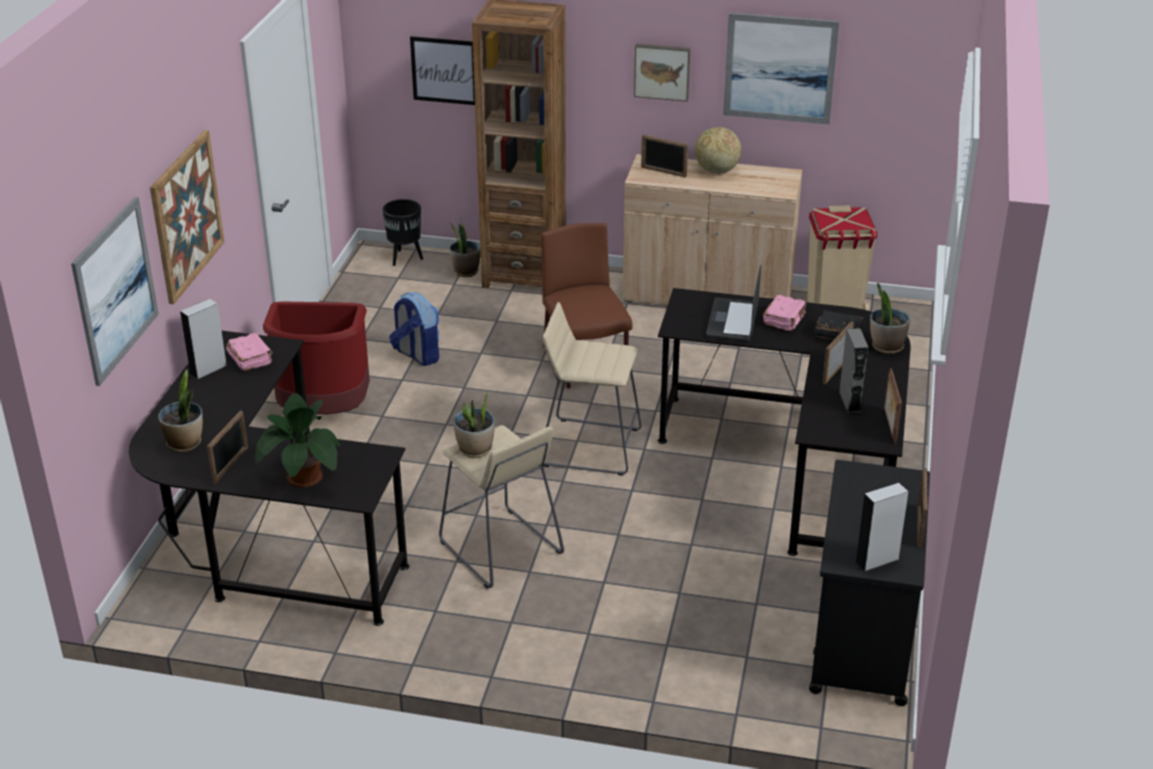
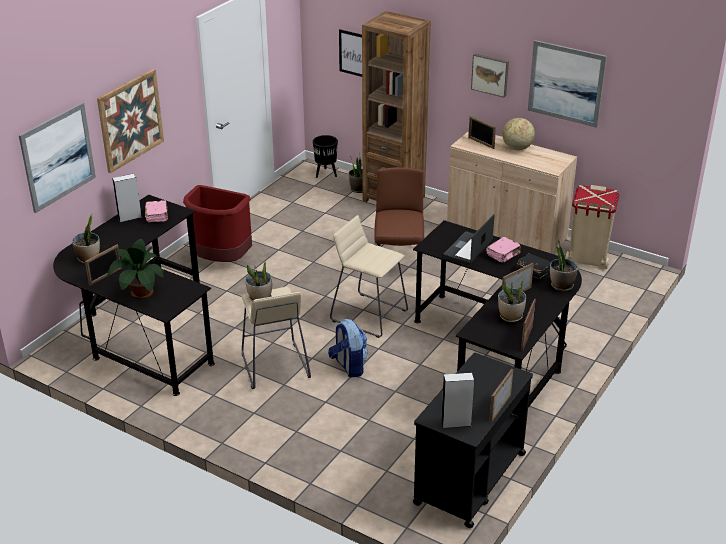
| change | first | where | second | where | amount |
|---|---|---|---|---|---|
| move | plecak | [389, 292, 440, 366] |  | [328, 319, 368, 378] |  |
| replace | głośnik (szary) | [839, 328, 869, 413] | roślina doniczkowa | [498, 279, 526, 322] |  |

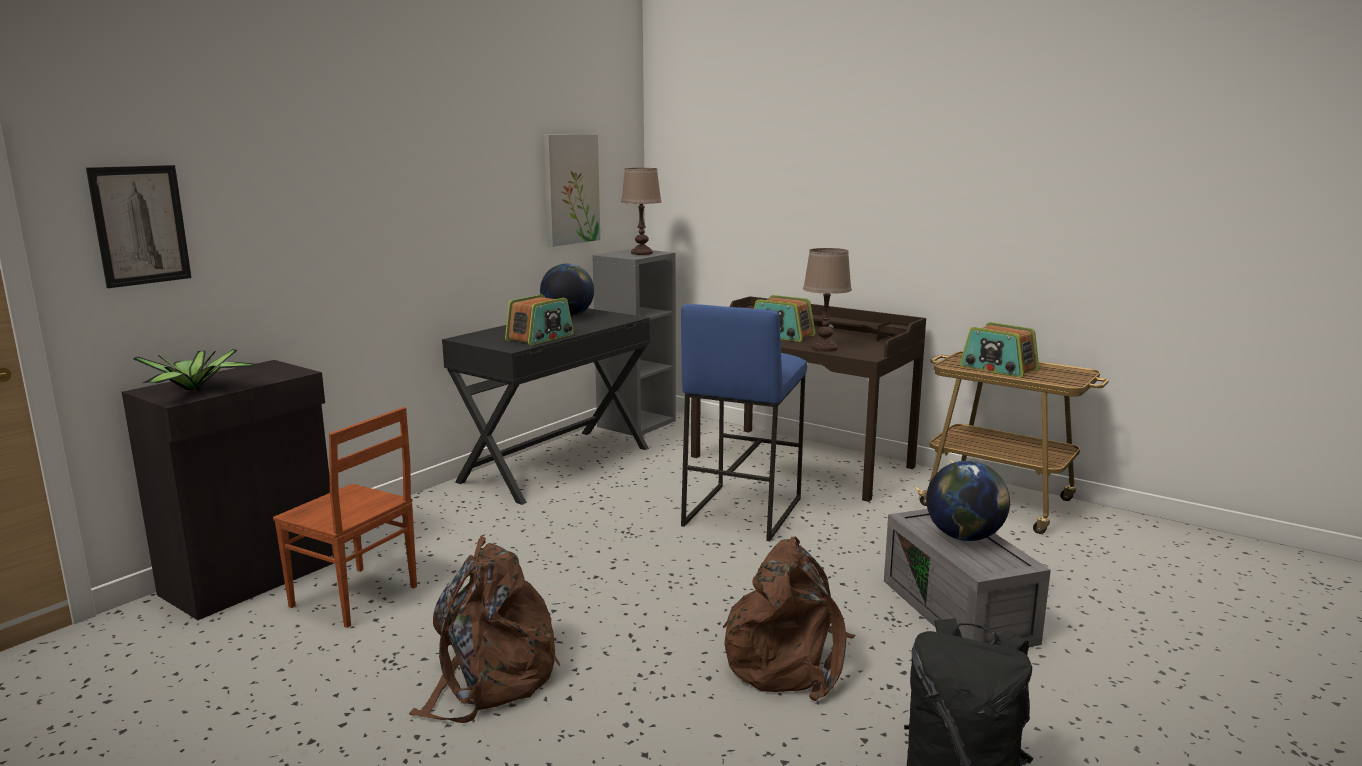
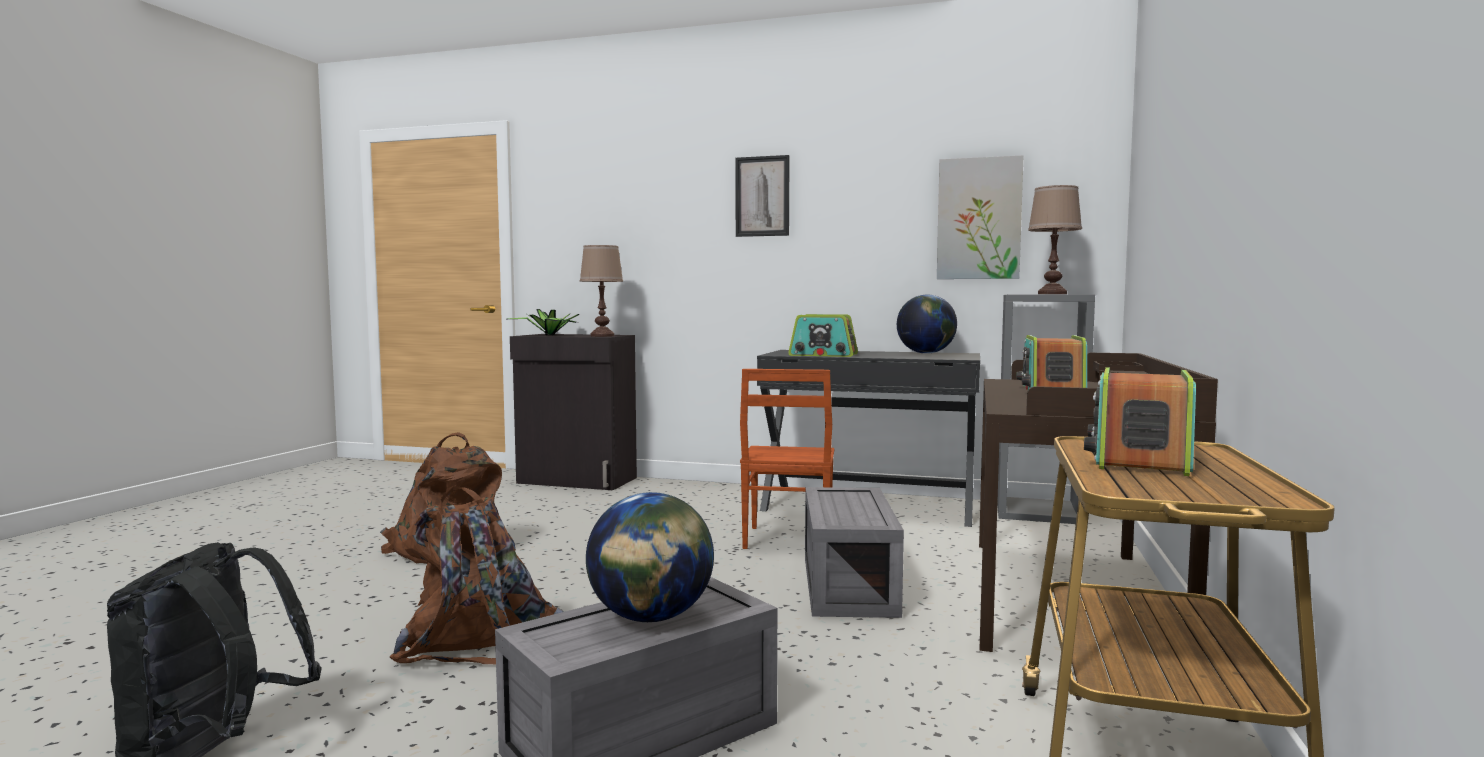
| change | first | where | second | where | amount |
|---|---|---|---|---|---|
| move | lampa stołowa (brązowy) | [803, 248, 852, 352] |  | [580, 245, 623, 337] |  |
| move | obraz | [86, 165, 192, 288] |  | [736, 155, 790, 237] |  |
| move | krzesło (brązowy) | [273, 407, 417, 628] |  | [740, 369, 834, 549] |  |
| replace | stołek (niebieski) | [681, 304, 807, 541] | pojemnik do przechowywania (szary) | [805, 487, 904, 618] |  |

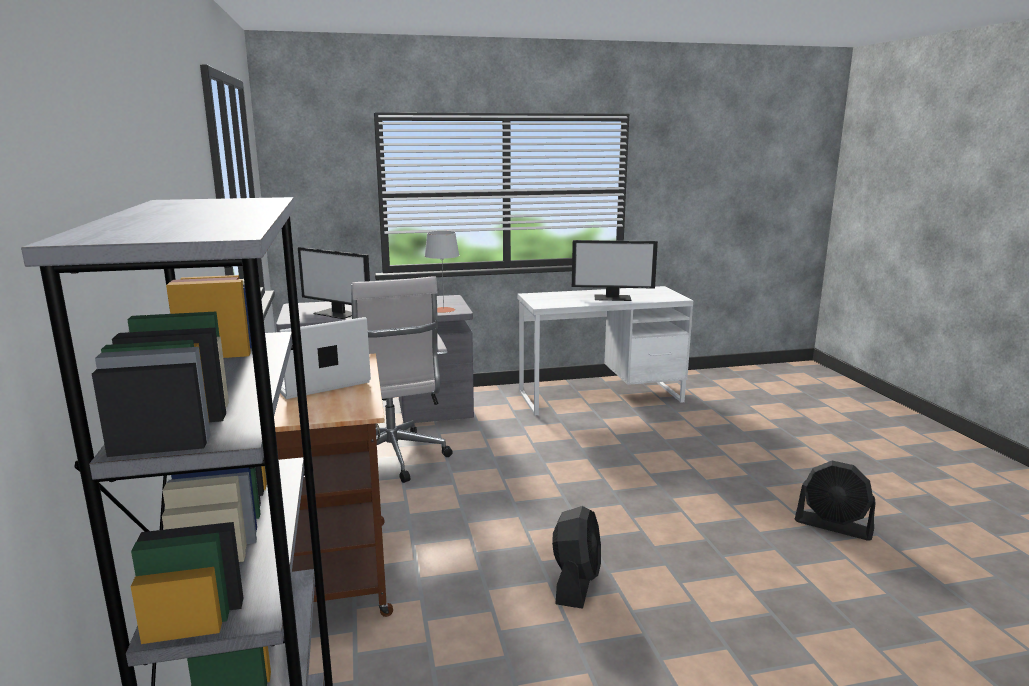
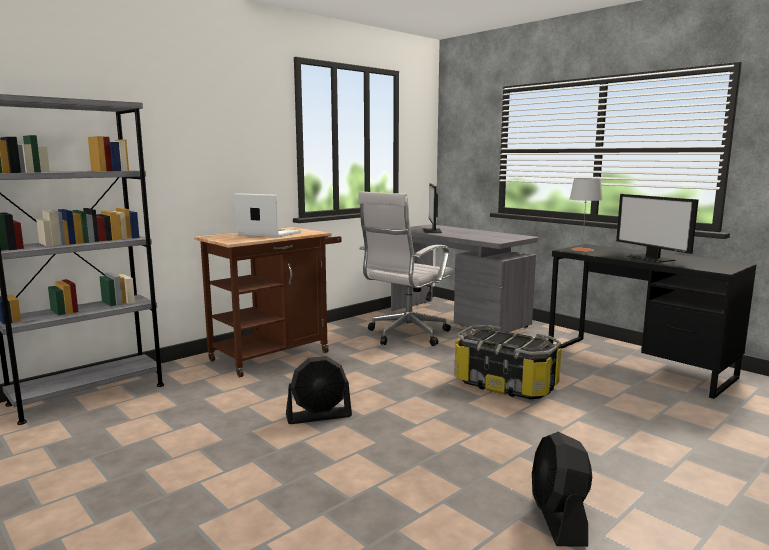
| change | first | where | second | where | amount |
|---|---|---|---|---|---|
| insert |  |  | pojemnik do przechowywania | [455, 325, 562, 399] |  |
| recolor | biurko (biały) | [518, 286, 693, 415] | biurko (czarny) | [548, 244, 757, 399] |  |
| move | lampa stołowa (szary) | [425, 231, 459, 313] |  | [570, 178, 602, 252] |  |

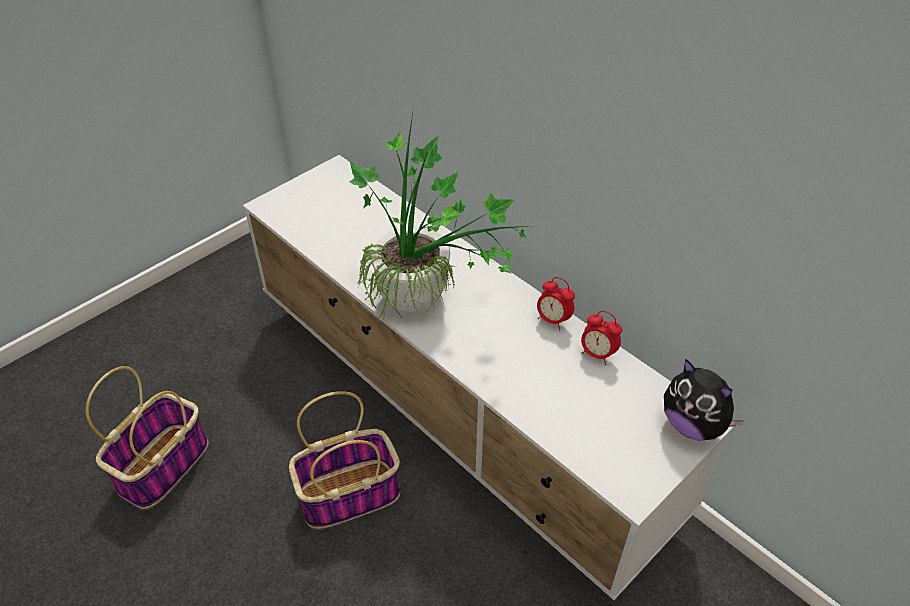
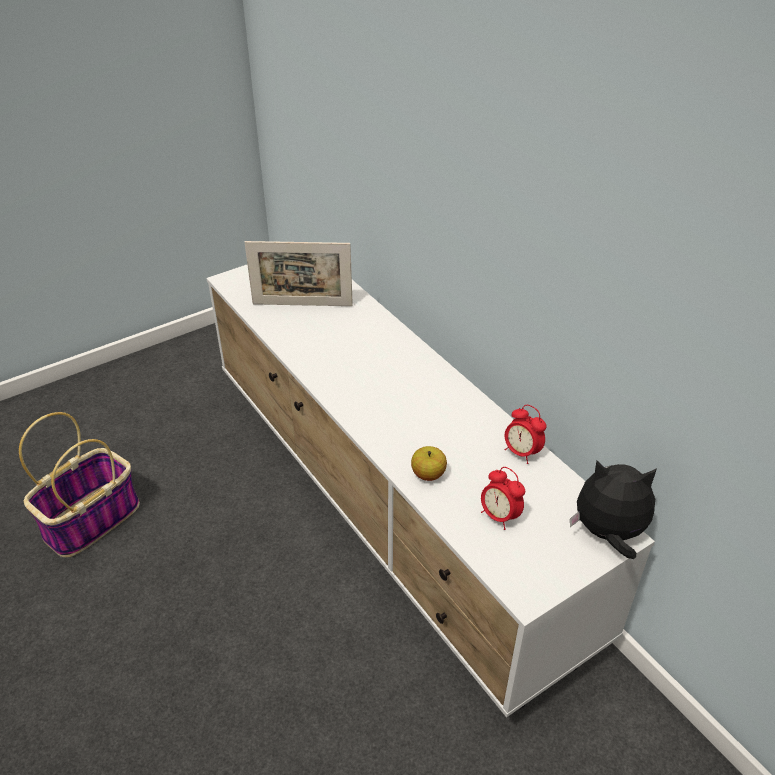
| change | first | where | second | where | amount |
|---|---|---|---|---|---|
| insert |  |  | ramka na zdjęcie | [244, 241, 353, 306] |  |
| insert |  |  | jabłko | [411, 446, 447, 481] |  |
| move | budzik | [537, 277, 575, 330] |  | [481, 467, 525, 530] |  |
| rotate | pluszak | [664, 359, 744, 441] |  | [570, 461, 657, 559] | 135 degrees clockwise |
| delete | koszyk | [289, 391, 400, 529] |  |  |  |
| delete | roślina doniczkowa | [349, 107, 529, 319] |  |  |  |

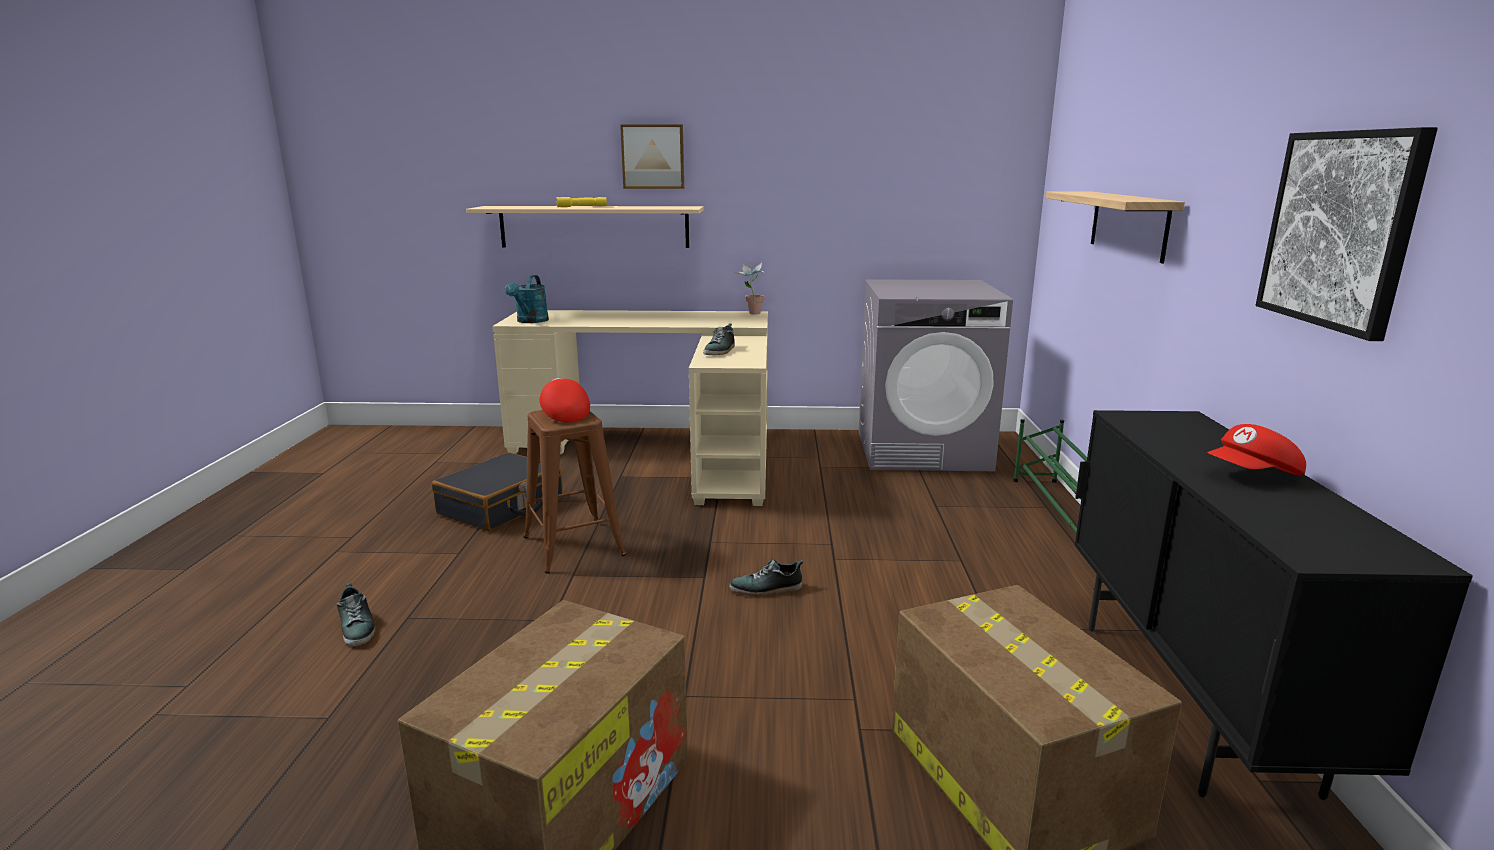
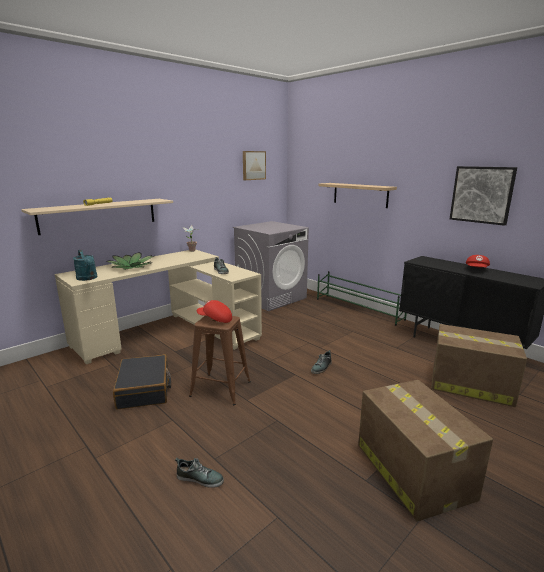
| change | first | where | second | where | amount |
|---|---|---|---|---|---|
| insert |  |  | roślina doniczkowa | [107, 252, 154, 270] |  |
| move | obraz | [620, 124, 684, 189] |  | [243, 151, 266, 180] |  |

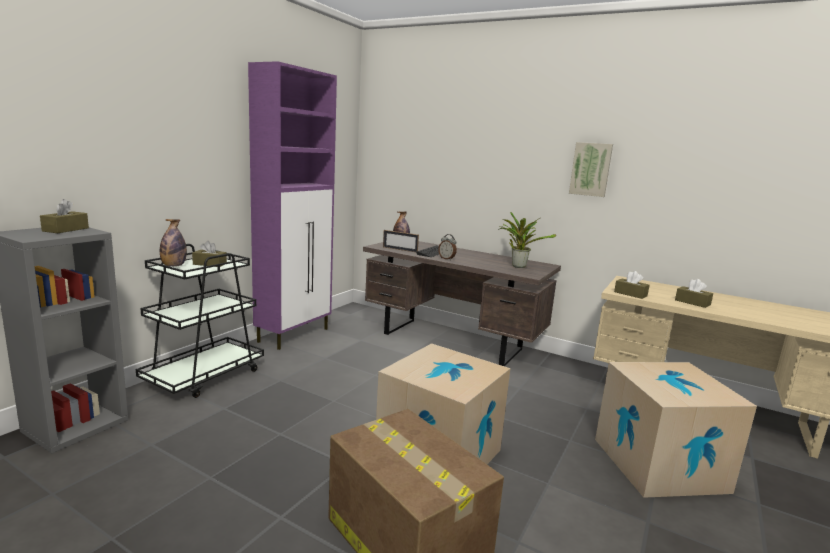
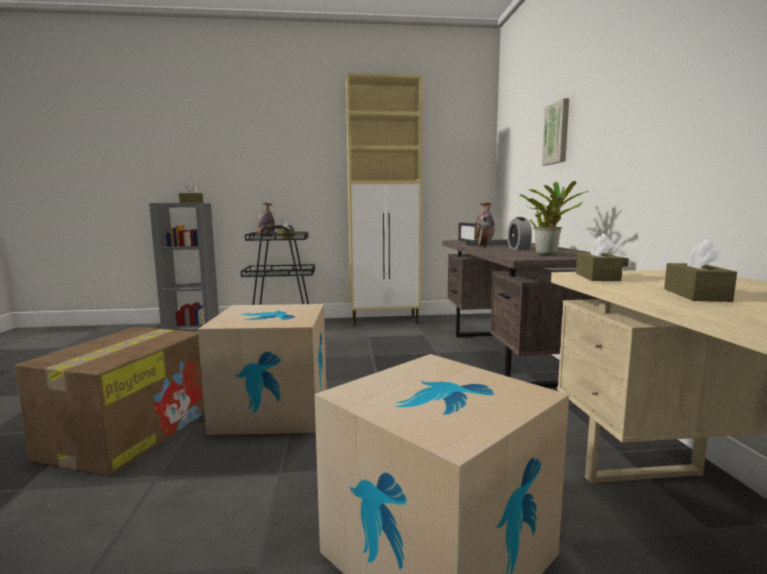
| change | first | where | second | where | amount |
|---|---|---|---|---|---|
| recolor | szafka (fioletowy) | [248, 61, 337, 350] | szafka (beżowy) | [346, 73, 423, 325] |  |
| insert |  |  | budzik | [508, 217, 532, 250] |  |
| move | obraz | [569, 142, 613, 197] |  | [542, 98, 569, 165] |  |

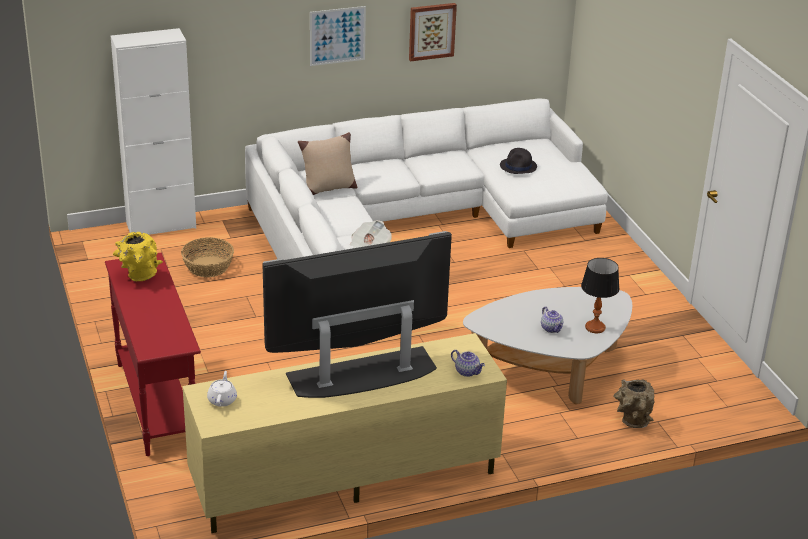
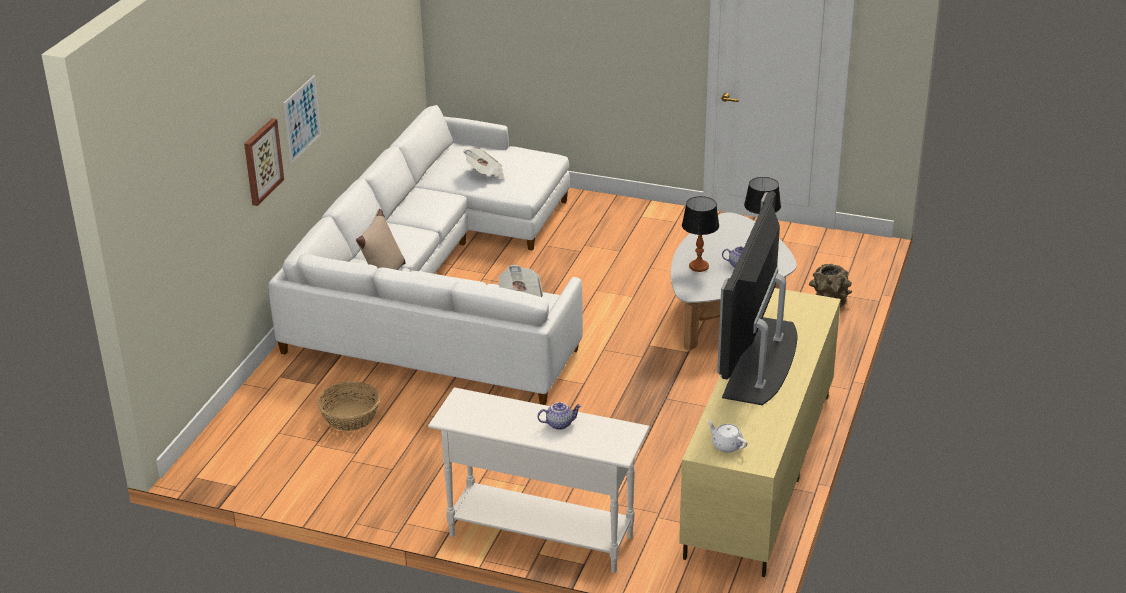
| change | first | where | second | where | amount |
|---|---|---|---|---|---|
| move | obraz | [409, 3, 457, 61] |  | [244, 118, 284, 206] |  |
| recolor | stolik konsolowy (czerwony) | [105, 253, 201, 456] | stolik konsolowy (biały) | [428, 387, 650, 573] |  |
| replace | kapelusz (czarny) | [500, 148, 537, 174] | gazeta | [463, 148, 504, 178] |  |
| move | imbryk | [451, 350, 485, 377] |  | [537, 402, 581, 430] |  |
| insert |  |  | lampa stołowa | [682, 196, 719, 272] |  |
| delete | szafka (biały) | [111, 28, 196, 235] |  |  |  |
| delete | wazon (żółty) | [113, 232, 163, 281] |  |  |  |

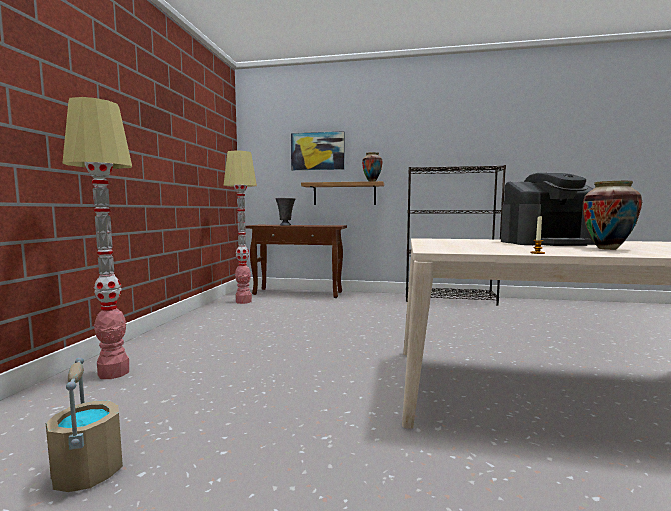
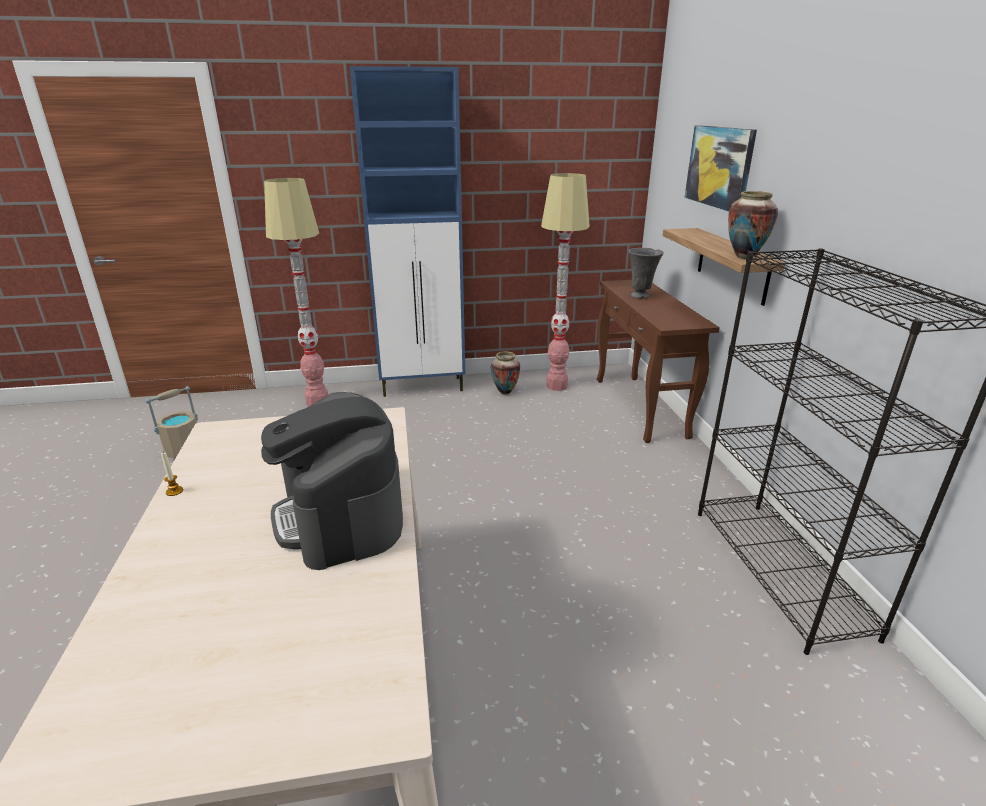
| change | first | where | second | where | amount |
|---|---|---|---|---|---|
| insert |  |  | szafka (niebieski) | [349, 66, 465, 397] |  |
| move | wazon | [583, 181, 642, 250] |  | [491, 352, 520, 395] |  |

